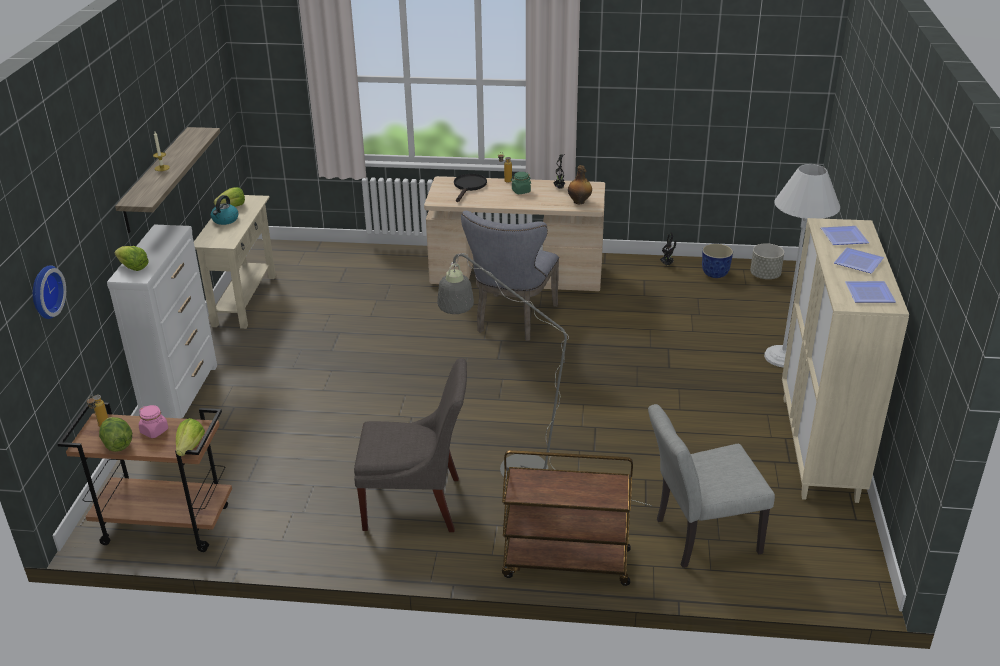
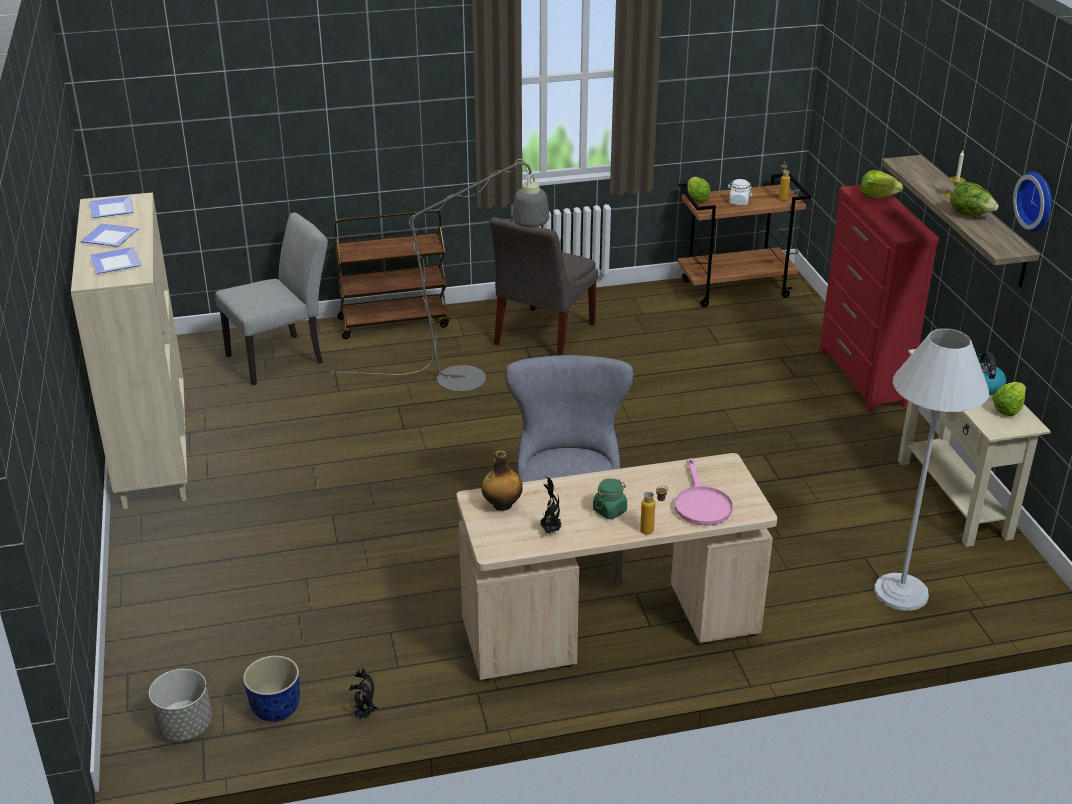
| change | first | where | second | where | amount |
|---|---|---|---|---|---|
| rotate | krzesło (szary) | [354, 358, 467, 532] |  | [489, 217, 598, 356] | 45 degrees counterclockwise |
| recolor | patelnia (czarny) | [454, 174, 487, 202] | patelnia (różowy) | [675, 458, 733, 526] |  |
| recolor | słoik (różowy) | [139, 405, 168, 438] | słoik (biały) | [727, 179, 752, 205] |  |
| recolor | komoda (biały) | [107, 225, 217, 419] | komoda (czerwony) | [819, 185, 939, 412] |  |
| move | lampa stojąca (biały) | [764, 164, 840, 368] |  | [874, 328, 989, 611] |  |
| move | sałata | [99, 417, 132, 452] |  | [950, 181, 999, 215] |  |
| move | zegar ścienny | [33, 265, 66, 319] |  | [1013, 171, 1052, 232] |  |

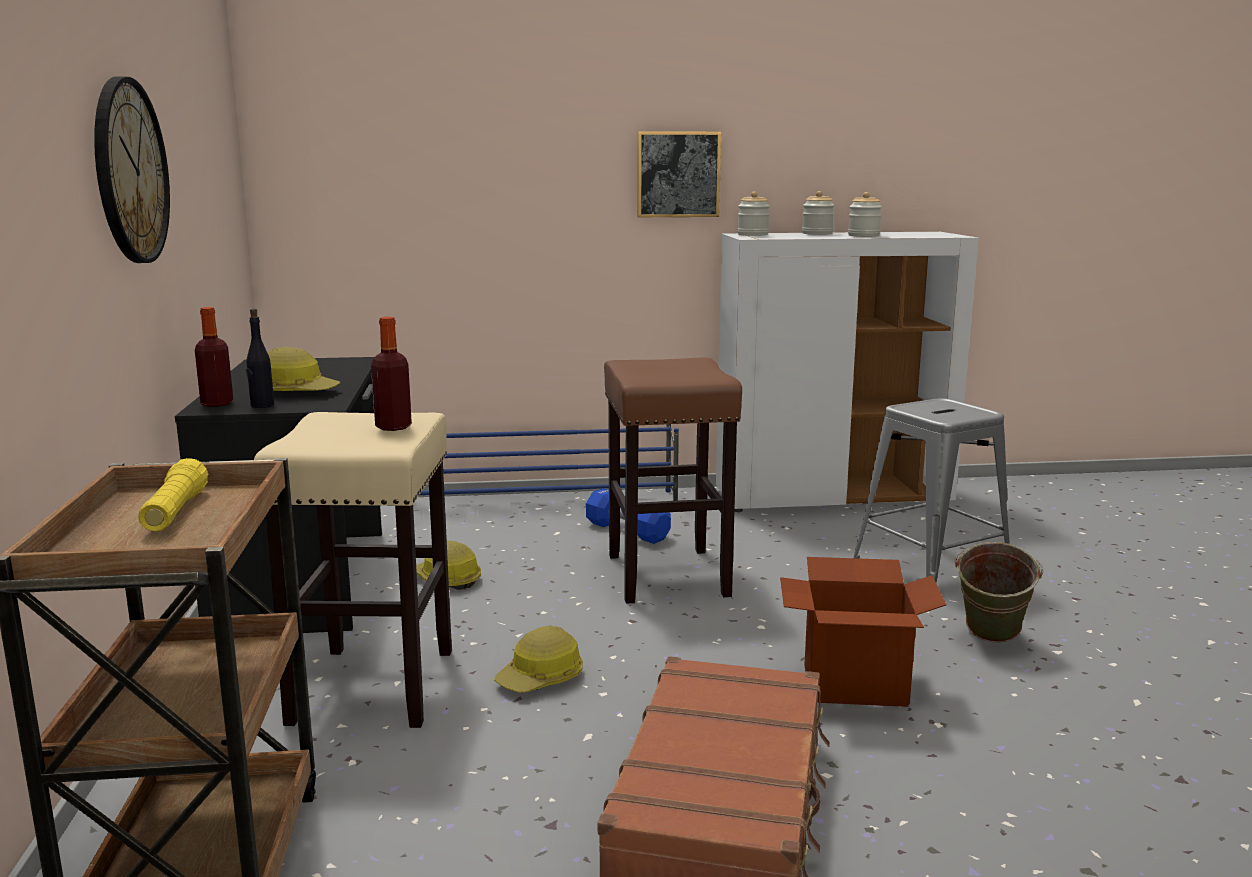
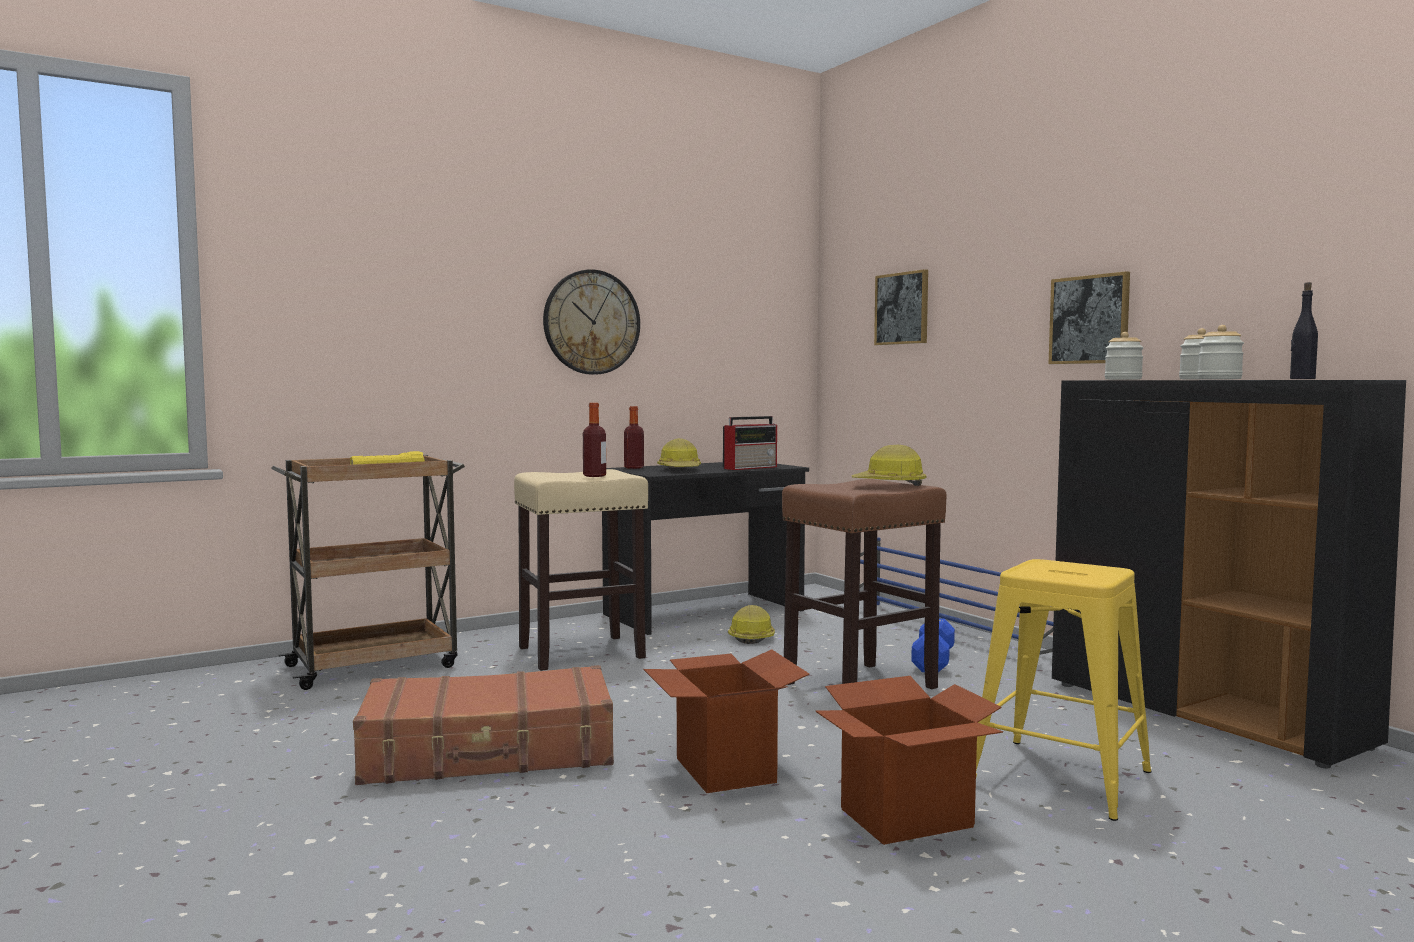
| change | first | where | second | where | amount |
|---|---|---|---|---|---|
| insert |  |  | radio | [723, 416, 777, 470] |  |
| replace | wiadro (zielony) | [955, 542, 1044, 643] | karton | [815, 676, 1003, 845] |  |
| move | kask | [494, 625, 583, 693] |  | [852, 445, 926, 486] |  |
| insert |  |  | obraz | [874, 269, 928, 345] |  |
| recolor | stołek (szary) | [853, 398, 1010, 583] | stołek (żółty) | [976, 559, 1151, 821] |  |
| recolor | szafka (biały) | [716, 232, 979, 512] | szafka (czarny) | [1052, 380, 1406, 768] |  |
| move | butelka (czarny) | [246, 309, 274, 408] |  | [1290, 282, 1318, 379] |  |

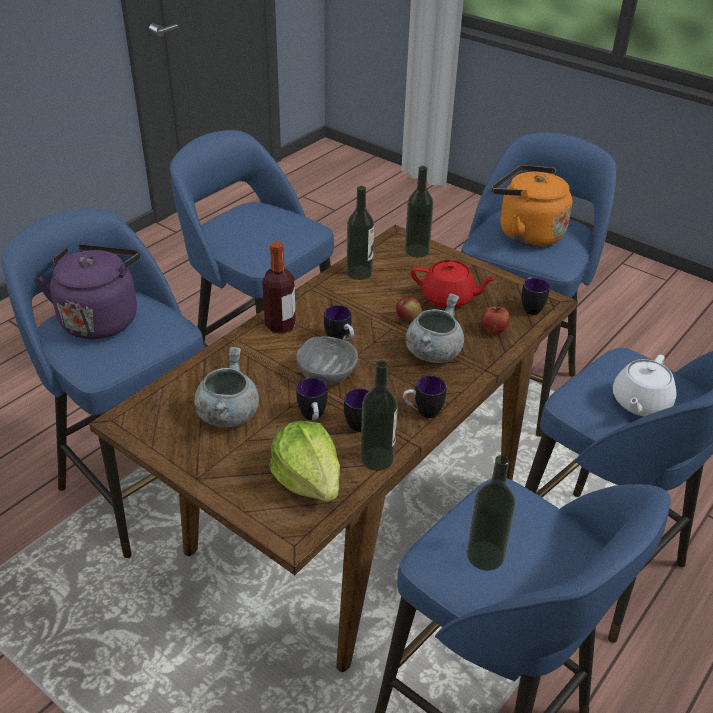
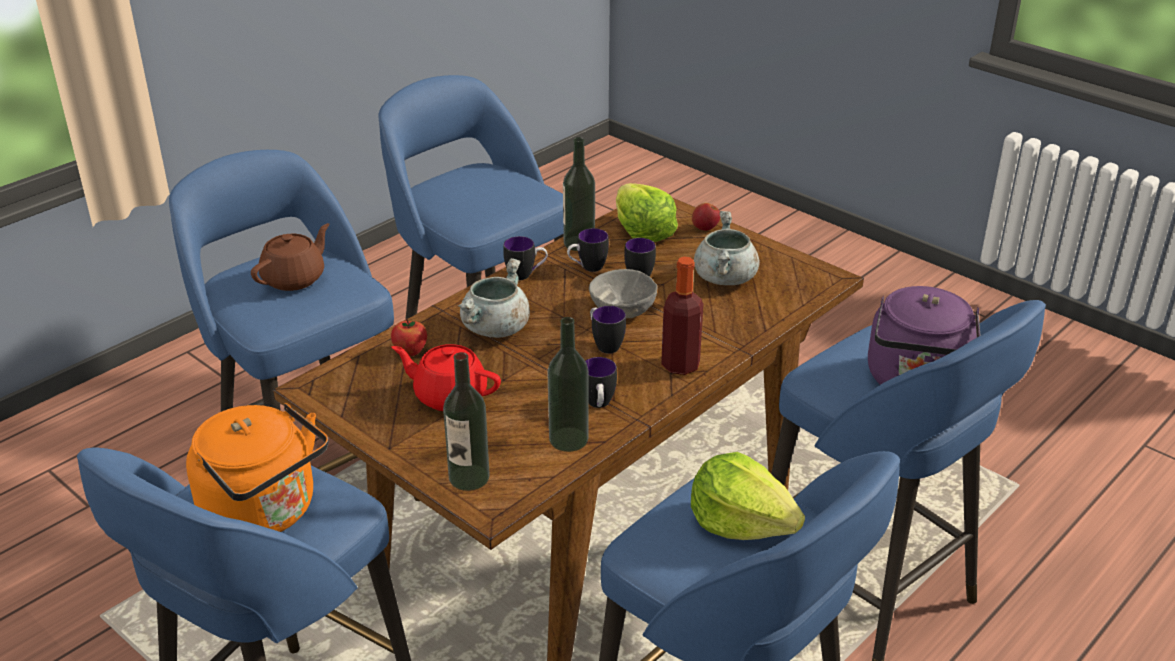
| change | first | where | second | where | amount |
|---|---|---|---|---|---|
| recolor | imbryk (biały) | [613, 355, 677, 416] | imbryk (brązowy) | [251, 223, 330, 291] |  |
| move | kubek | [522, 278, 550, 315] |  | [586, 357, 617, 408] |  |
| insert |  |  | sałata | [691, 452, 805, 540] |  |
| move | jabłko | [396, 297, 422, 322] |  | [692, 203, 720, 231] |  |
| delete | butelka | [467, 455, 515, 571] |  |  |  |

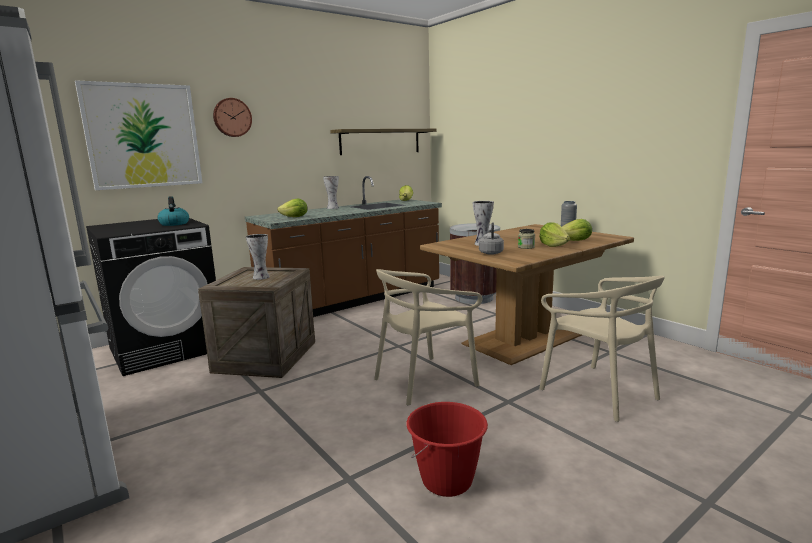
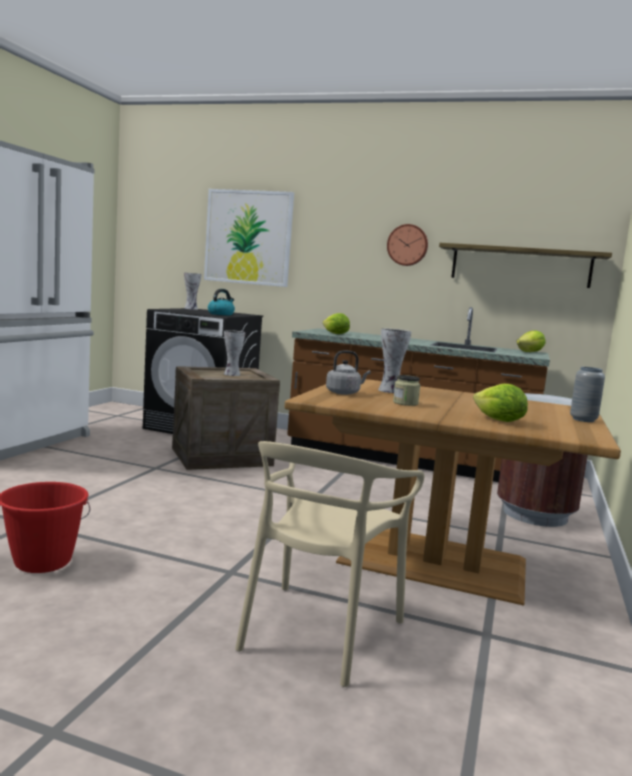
| change | first | where | second | where | amount |
|---|---|---|---|---|---|
| move | wazon | [323, 176, 339, 209] |  | [184, 272, 202, 310] |  |
| move | zegar ścienny | [213, 98, 252, 137] |  | [387, 224, 428, 266] |  |
| delete | krzesło (beżowy) | [374, 269, 482, 406] |  |  |  |
| delete | sałata | [539, 222, 570, 247] |  |  |  |

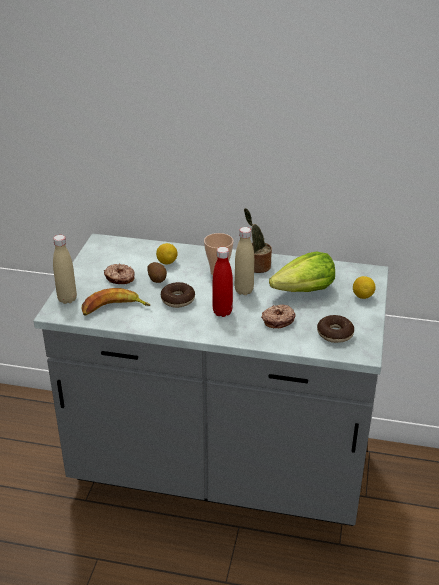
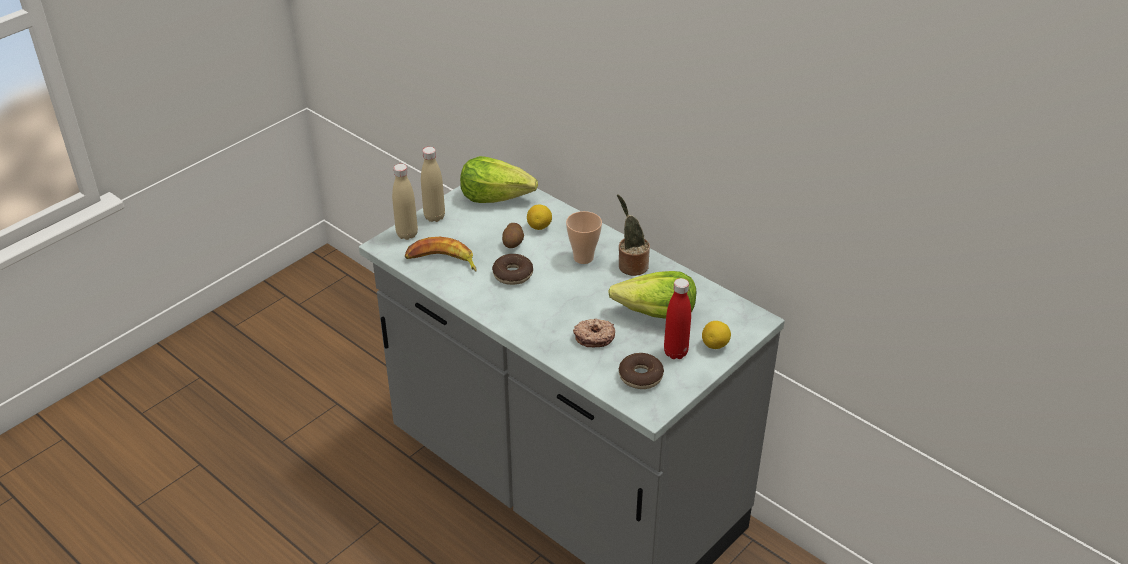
| change | first | where | second | where | amount |
|---|---|---|---|---|---|
| move | butelka (beżowy) | [235, 227, 254, 295] |  | [421, 147, 445, 222] |  |
| insert |  |  | sałata | [460, 156, 538, 203] |  |
| move | butelka (czerwony) | [213, 247, 233, 317] |  | [664, 278, 691, 359] |  |
| delete | donut | [104, 263, 135, 284] |  |  |  |

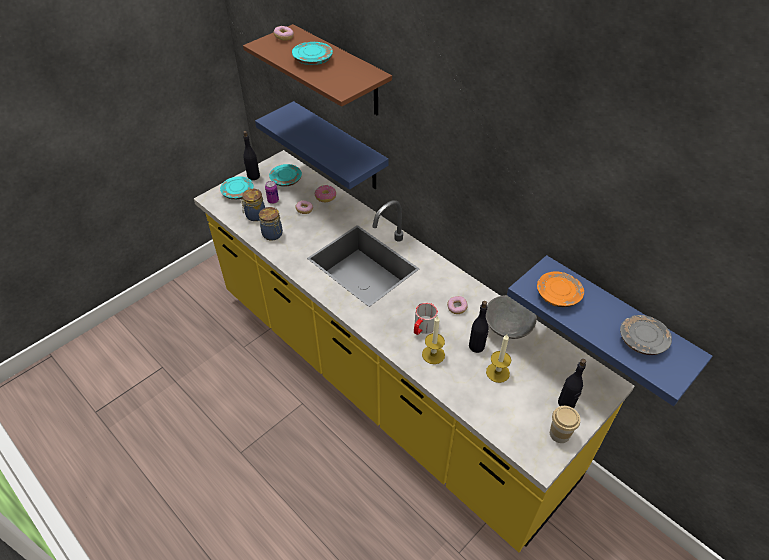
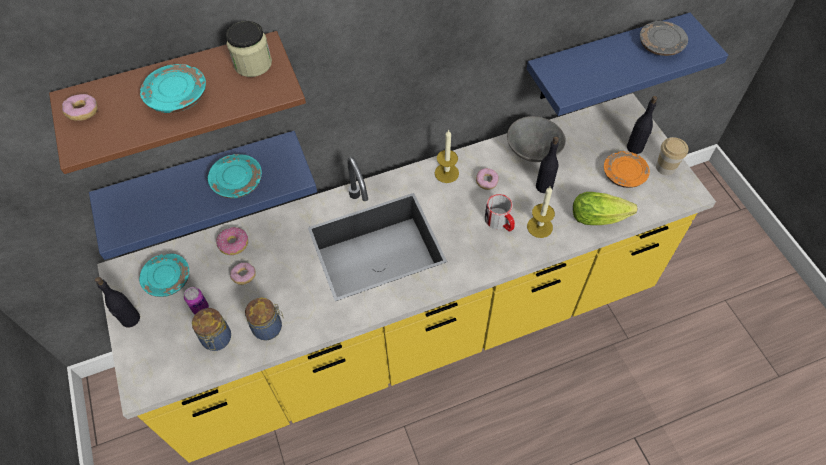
| change | first | where | second | where | amount |
|---|---|---|---|---|---|
| move | talerz (turkusowy) | [220, 176, 254, 200] |  | [208, 154, 262, 198] |  |
| insert |  |  | słoik | [226, 21, 272, 77] |  |
| move | świeca | [486, 334, 511, 383] |  | [435, 130, 459, 183] |  |
| insert |  |  | sałata | [573, 192, 638, 225] |  |
| move | talerz (pomarańczowy) | [537, 271, 584, 307] |  | [604, 151, 650, 188] |  |

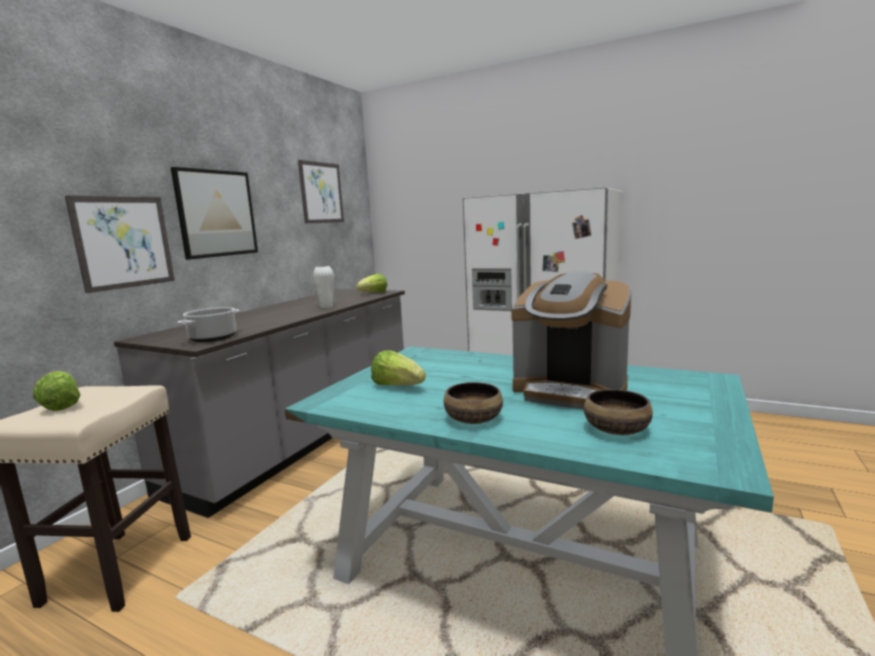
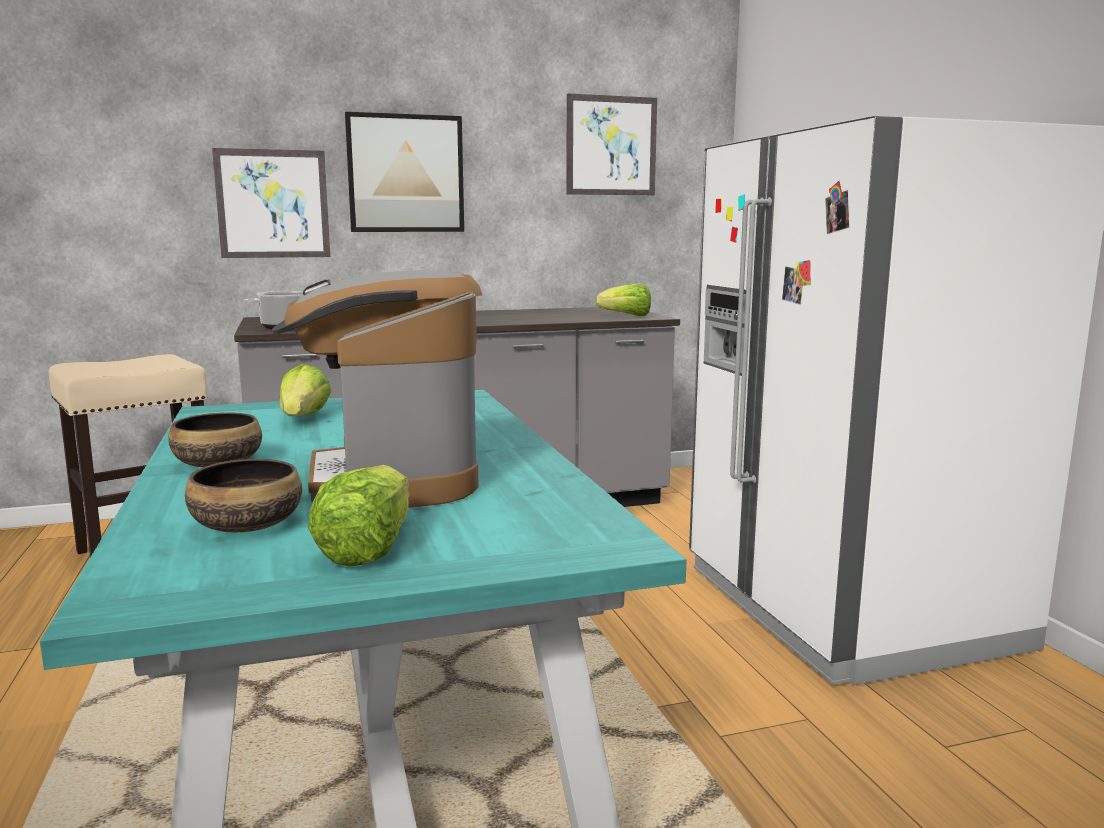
| change | first | where | second | where | amount |
|---|---|---|---|---|---|
| move | sałata | [33, 371, 81, 411] |  | [308, 465, 410, 566] |  |
| delete | wazon (biały) | [313, 266, 334, 308] |  |  |  |

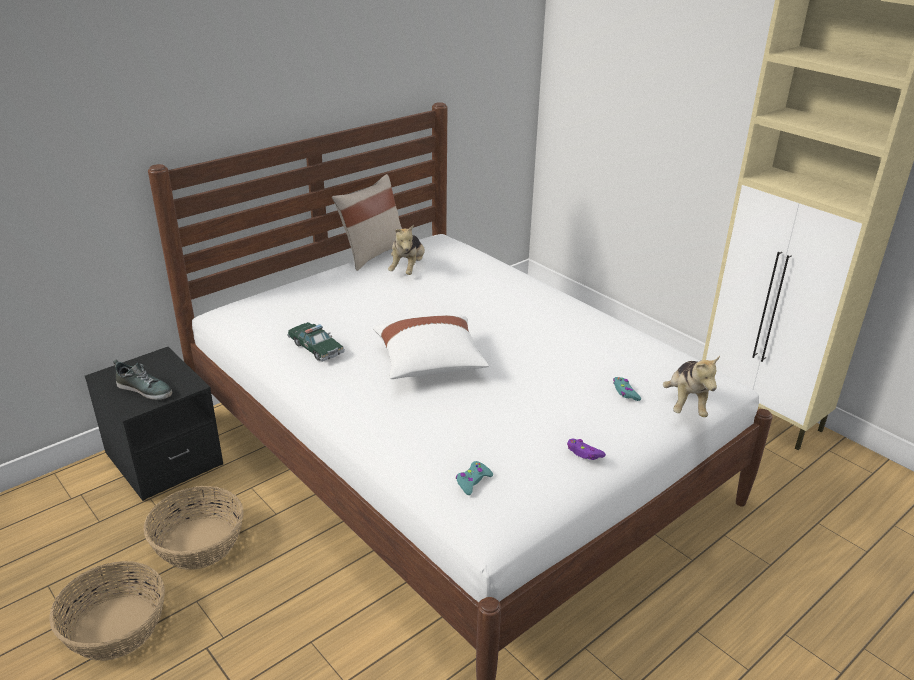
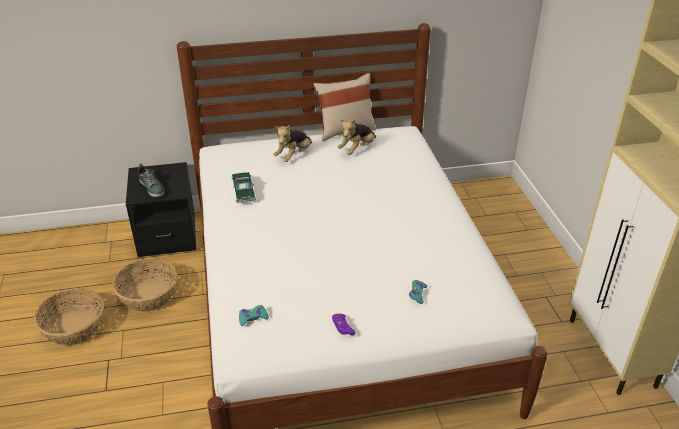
| change | first | where | second | where | amount |
|---|---|---|---|---|---|
| move | pluszak | [663, 356, 720, 417] |  | [273, 125, 312, 162] |  |
| delete | poduszka (biały) | [373, 315, 489, 379] |  |  |  |

